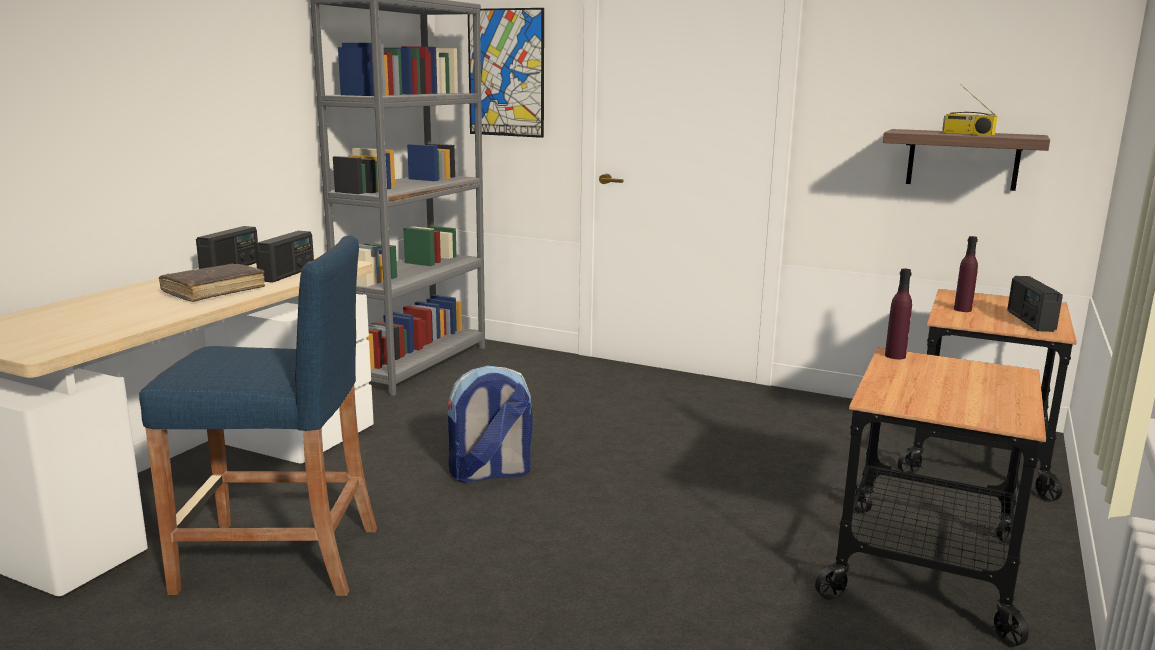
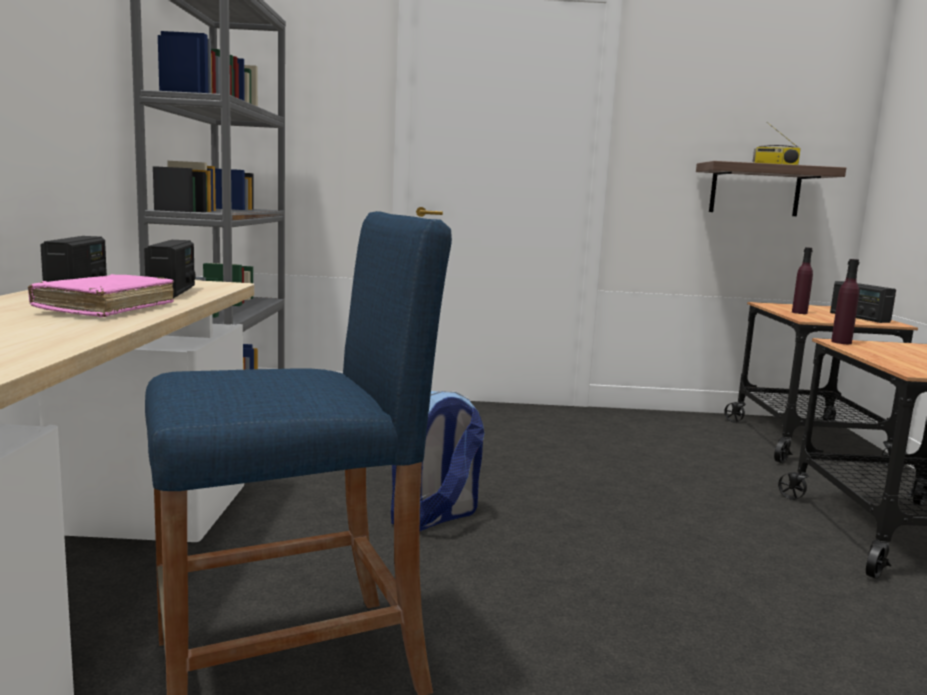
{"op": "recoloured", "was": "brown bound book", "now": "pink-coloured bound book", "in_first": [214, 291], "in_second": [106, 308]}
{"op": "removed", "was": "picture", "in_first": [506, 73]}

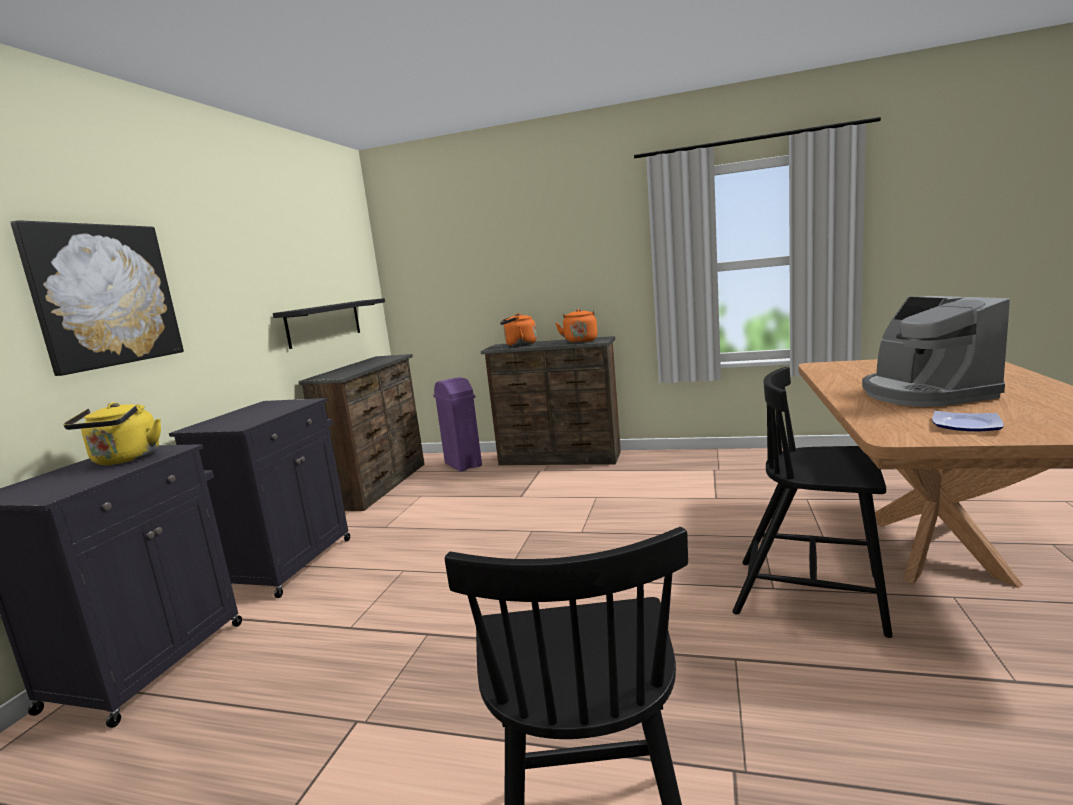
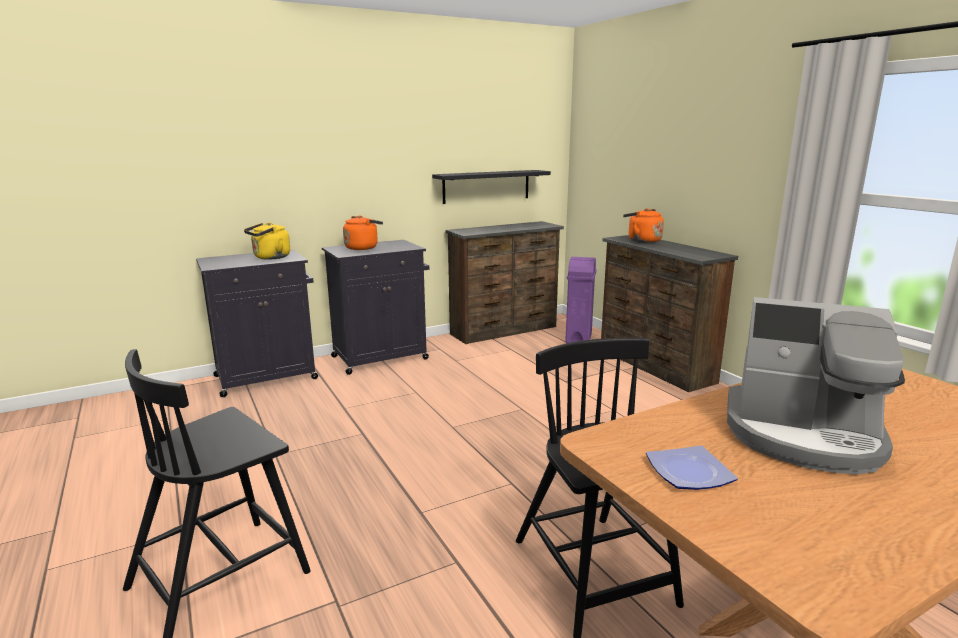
{"op": "removed", "was": "picture", "in_first": [104, 295]}
{"op": "moved", "was": "orange-coloured kettle", "in_first": [580, 341], "in_second": [363, 247]}
{"op": "turned", "was": "coffee maker", "in_first": [924, 394], "in_second": [803, 435], "clockwise": -105}

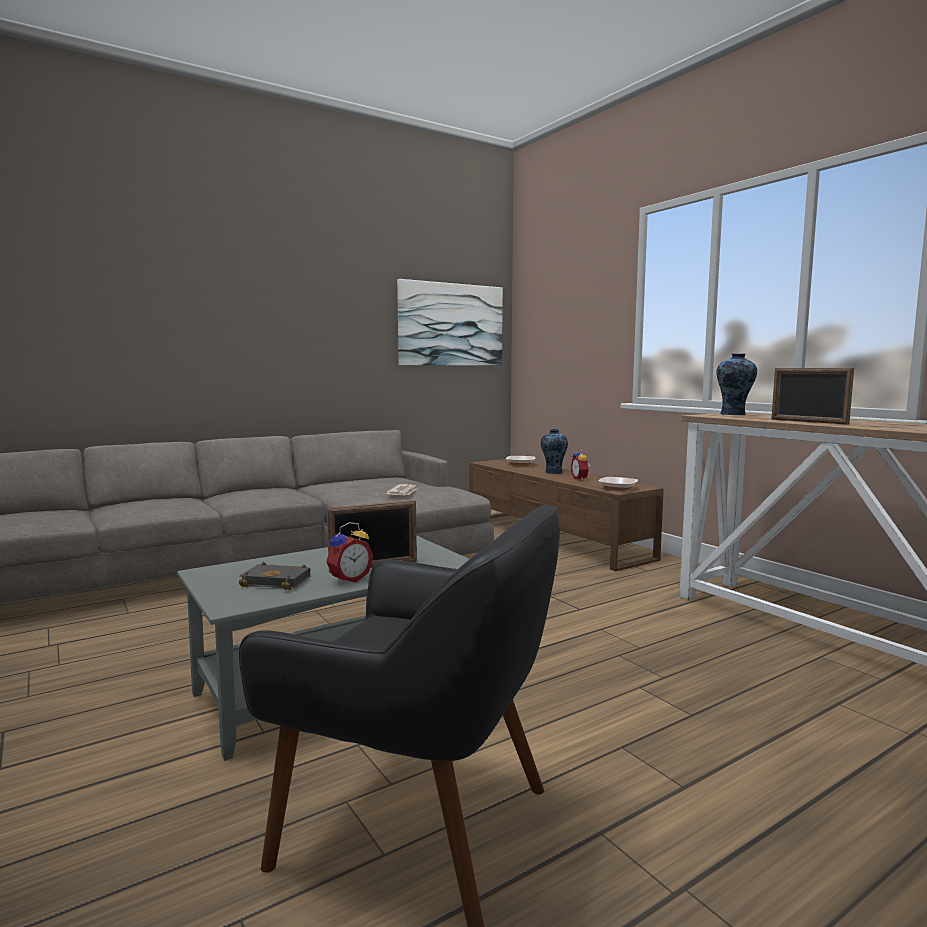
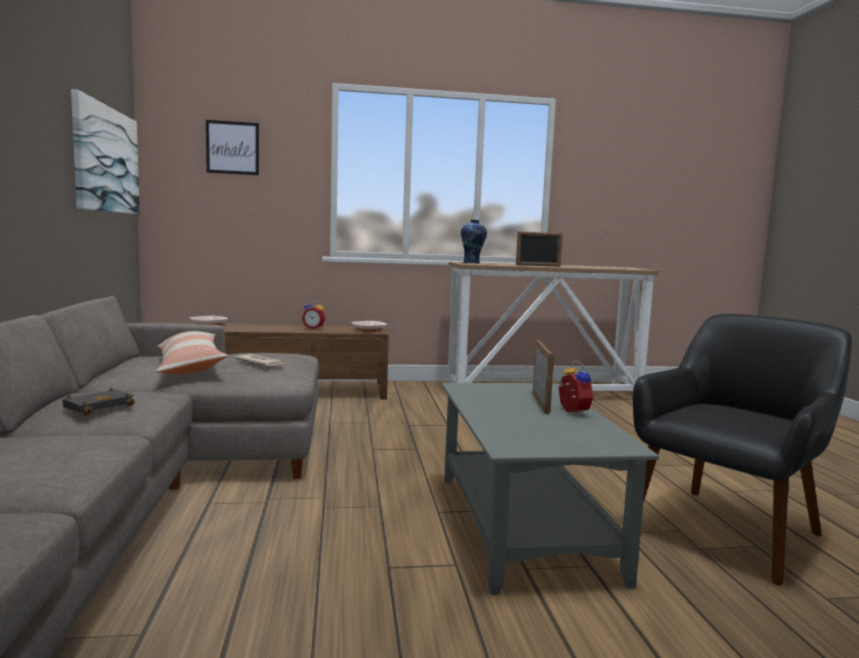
{"op": "moved", "was": "blackish bound book", "in_first": [278, 581], "in_second": [99, 406]}
{"op": "removed", "was": "vase", "in_first": [553, 472]}
{"op": "added", "now": "pillow", "in_second": [189, 366]}
{"op": "added", "now": "picture", "in_second": [232, 148]}

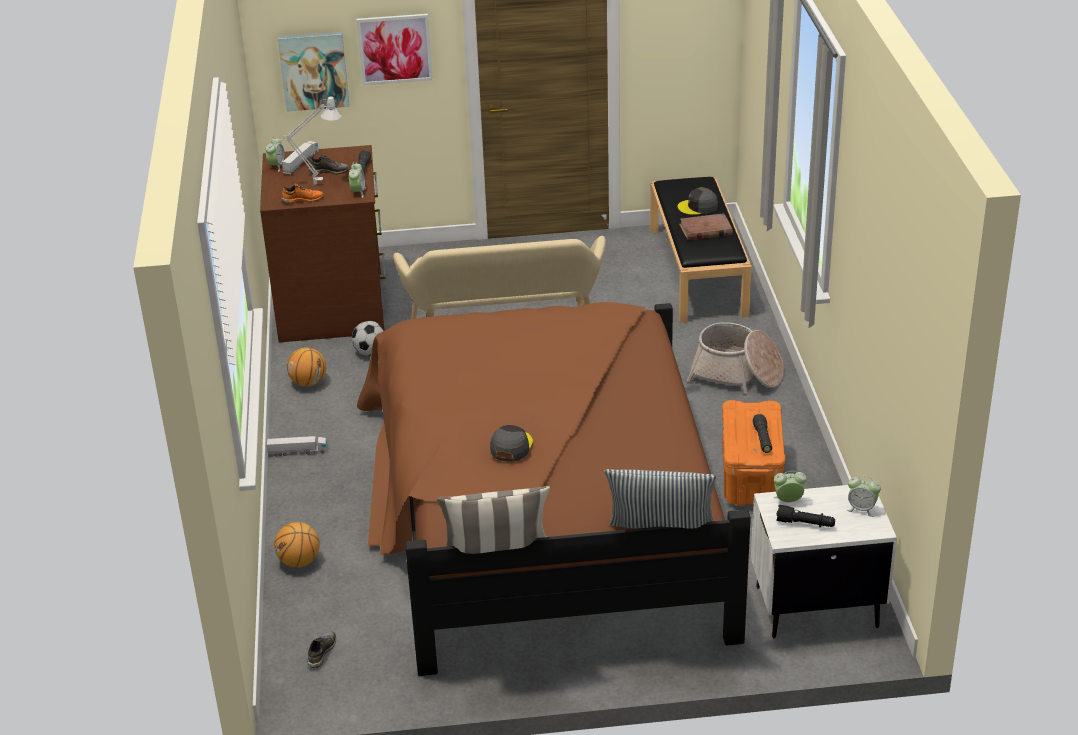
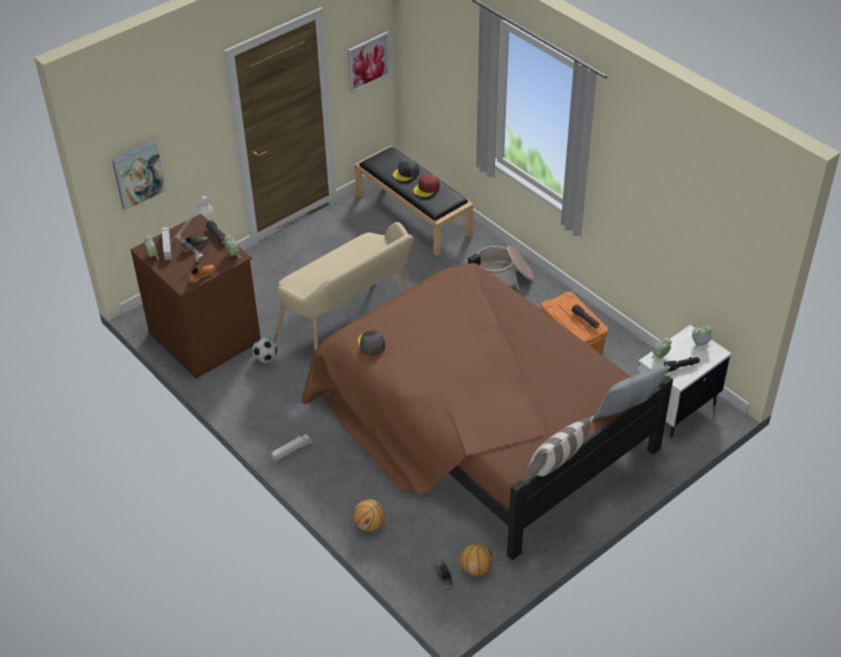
{"op": "moved", "was": "ball for basketball", "in_first": [308, 382], "in_second": [476, 568]}
{"op": "moved", "was": "picture", "in_first": [395, 49], "in_second": [368, 61]}
{"op": "moved", "was": "greyish baseball cap", "in_first": [511, 446], "in_second": [371, 344]}
{"op": "replaced", "was": "brown bound book", "now": "reddish baseball cap", "in_first": [705, 230], "in_second": [426, 188]}

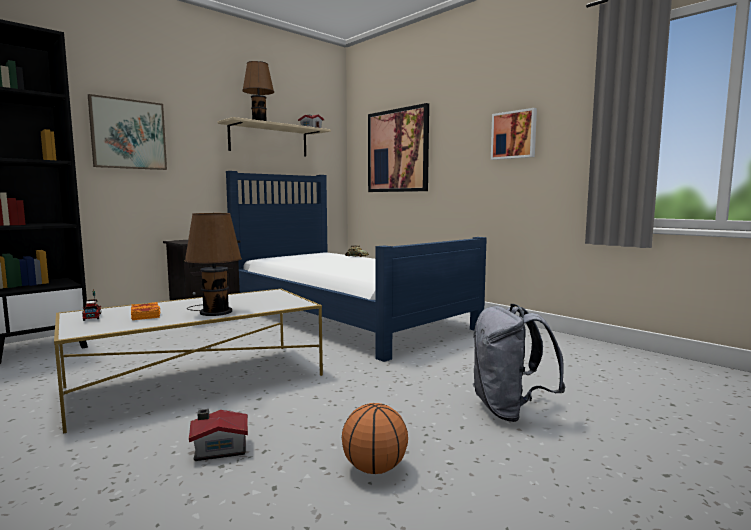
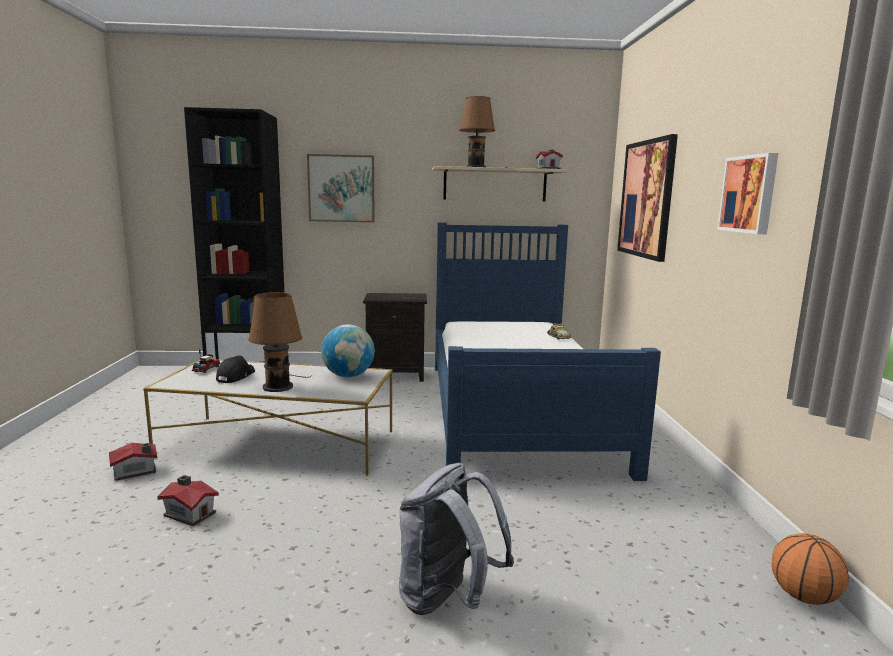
{"op": "replaced", "was": "orange-coloured bound book", "now": "blackish baseball cap", "in_first": [146, 315], "in_second": [235, 376]}
{"op": "moved", "was": "ball for basketball", "in_first": [374, 468], "in_second": [803, 597]}
{"op": "added", "now": "toy house", "in_second": [136, 471]}
{"op": "added", "now": "world globe", "in_second": [348, 376]}

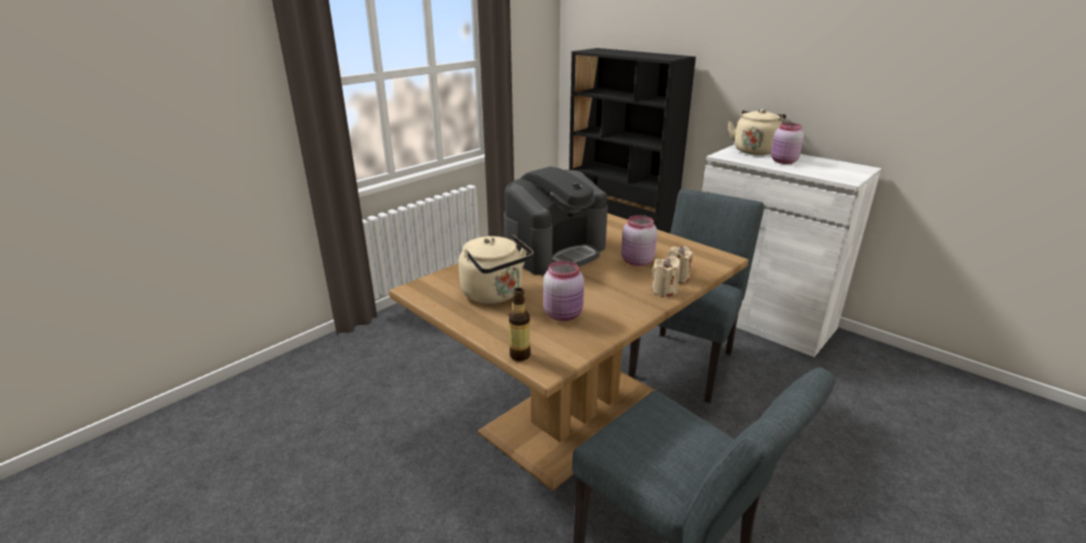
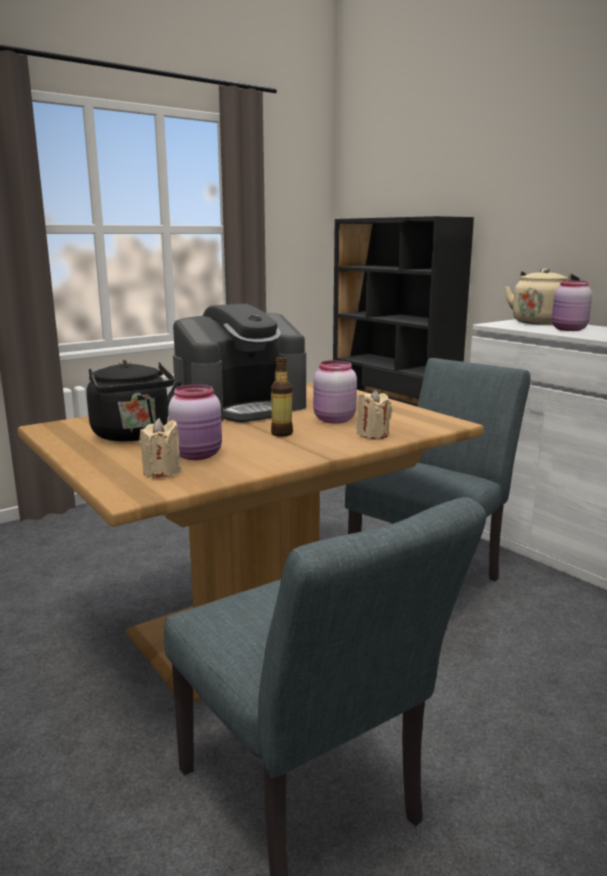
{"op": "recoloured", "was": "sand-coloured kettle", "now": "blackish kettle", "in_first": [495, 294], "in_second": [133, 436]}
{"op": "moved", "was": "drink bottle", "in_first": [520, 355], "in_second": [281, 433]}
{"op": "moved", "was": "sand-coloured candle", "in_first": [664, 290], "in_second": [162, 472]}

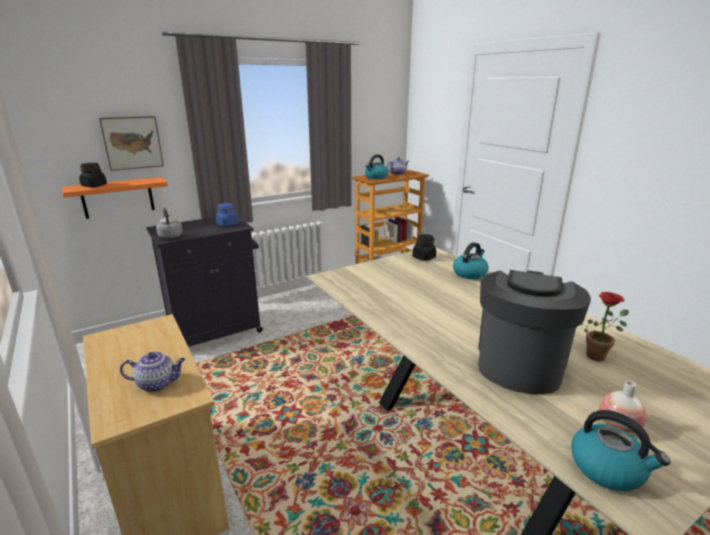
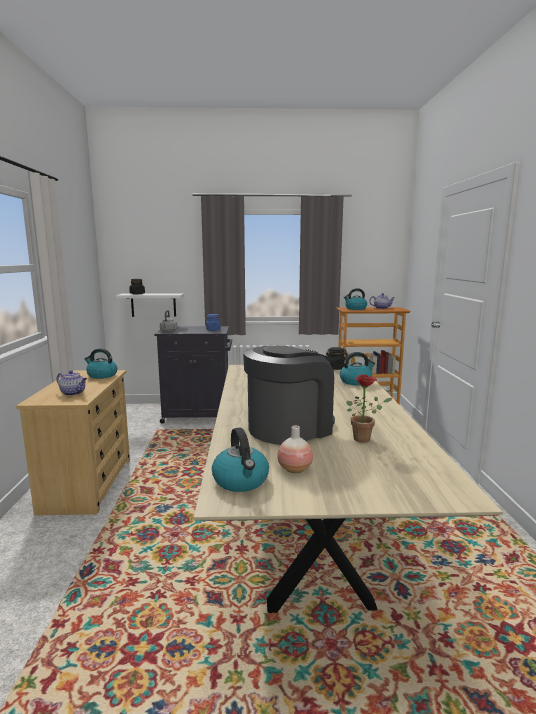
{"op": "recoloured", "was": "orange-coloured bracket shelf", "now": "white-coloured bracket shelf", "in_first": [118, 197], "in_second": [153, 305]}
{"op": "removed", "was": "picture", "in_first": [132, 142]}
{"op": "added", "now": "kettle", "in_second": [101, 375]}

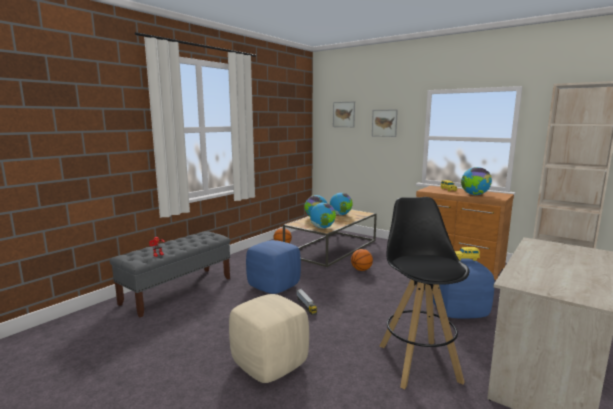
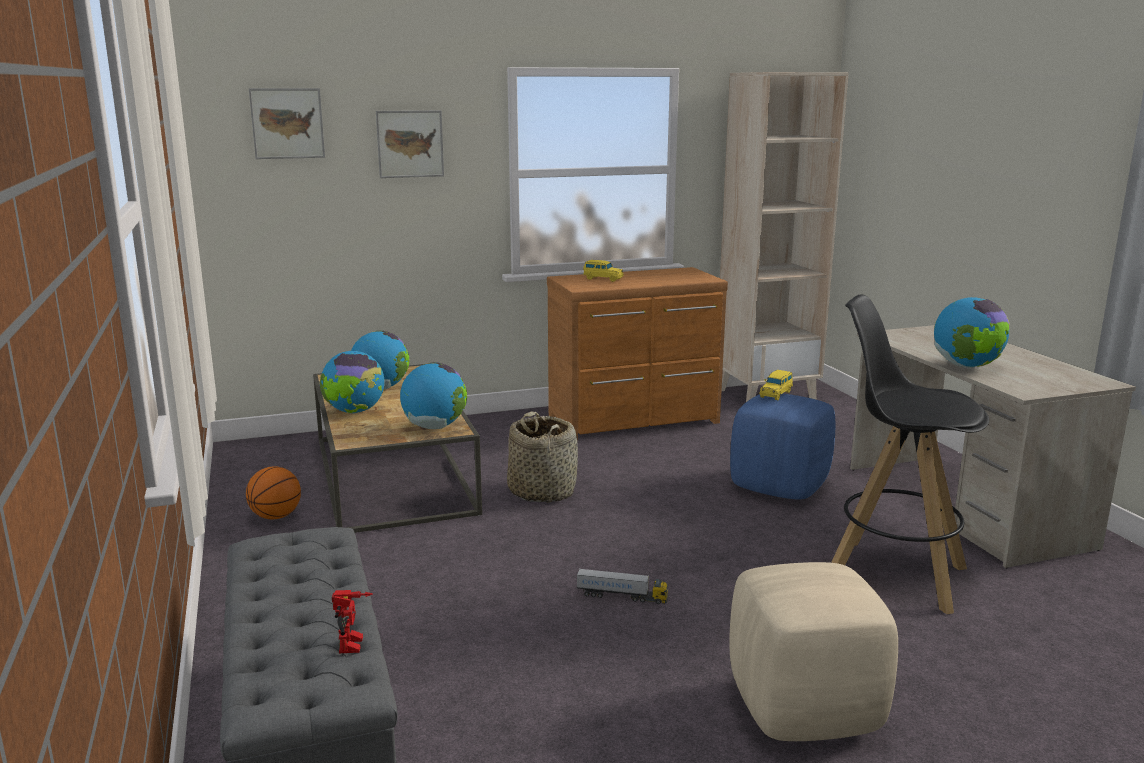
{"op": "removed", "was": "blue-coloured ottoman", "in_first": [274, 287]}
{"op": "replaced", "was": "ball for basketball", "now": "storage basket", "in_first": [361, 270], "in_second": [542, 491]}
{"op": "moved", "was": "world globe", "in_first": [474, 195], "in_second": [966, 366]}

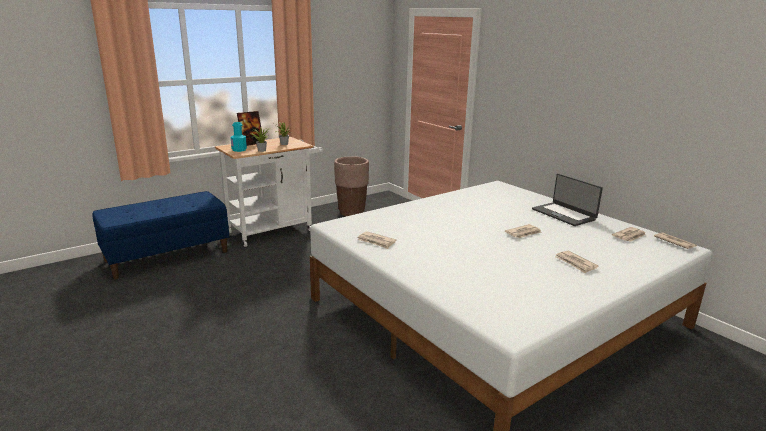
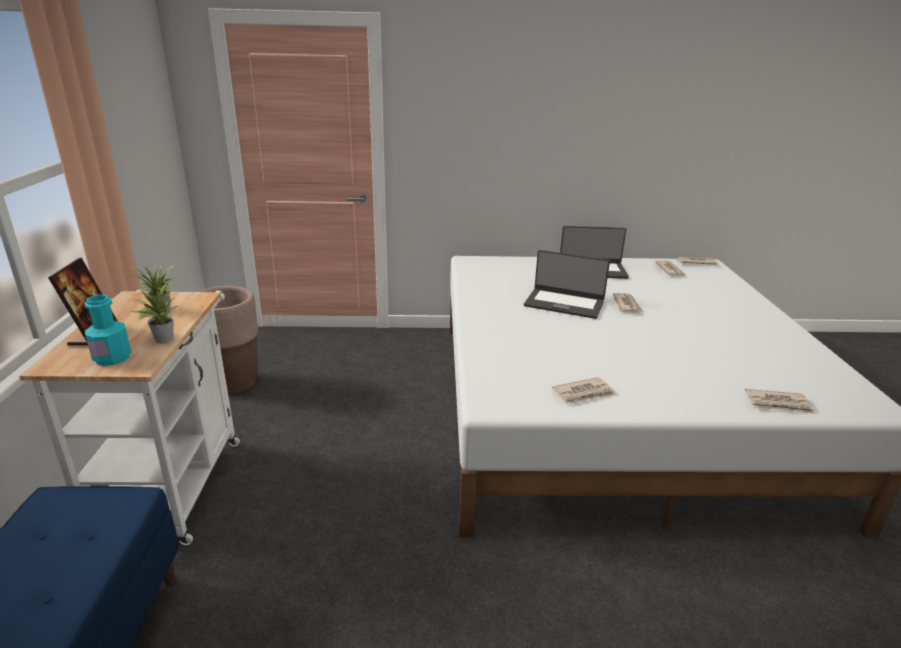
{"op": "moved", "was": "printed paper", "in_first": [575, 263], "in_second": [778, 404]}
{"op": "added", "now": "portable computer", "in_second": [564, 303]}

